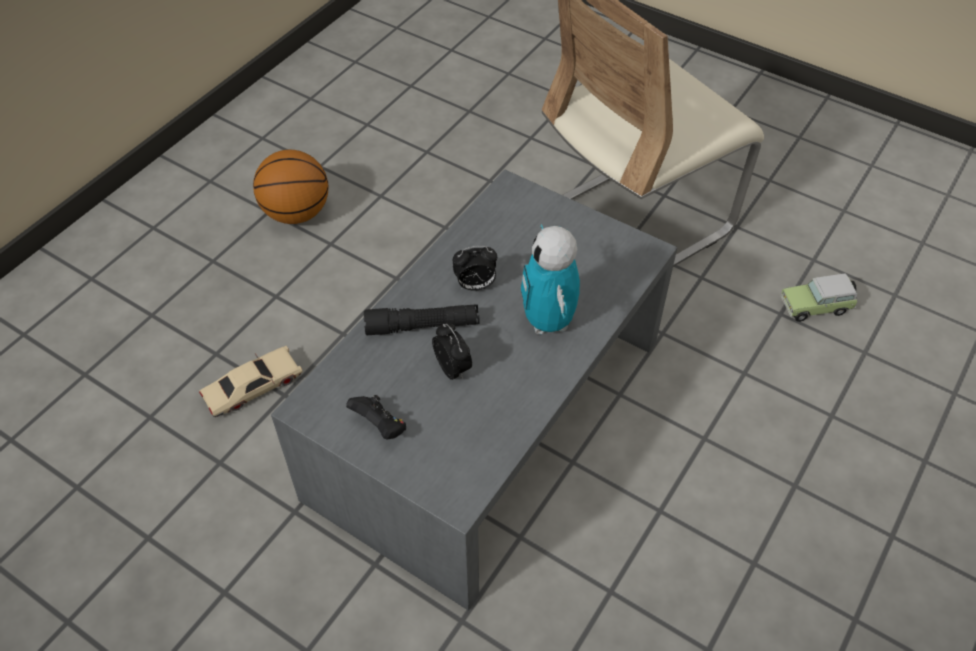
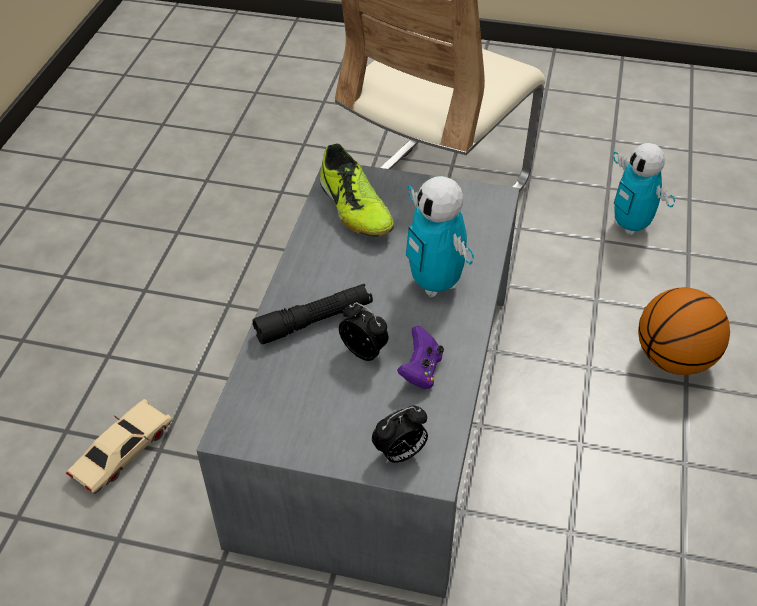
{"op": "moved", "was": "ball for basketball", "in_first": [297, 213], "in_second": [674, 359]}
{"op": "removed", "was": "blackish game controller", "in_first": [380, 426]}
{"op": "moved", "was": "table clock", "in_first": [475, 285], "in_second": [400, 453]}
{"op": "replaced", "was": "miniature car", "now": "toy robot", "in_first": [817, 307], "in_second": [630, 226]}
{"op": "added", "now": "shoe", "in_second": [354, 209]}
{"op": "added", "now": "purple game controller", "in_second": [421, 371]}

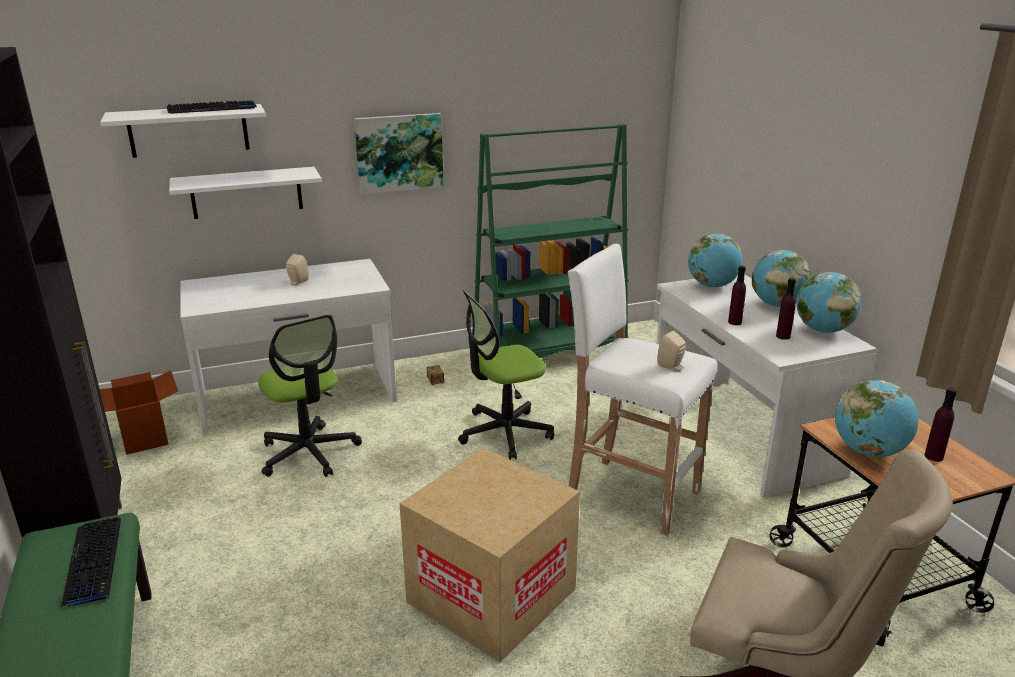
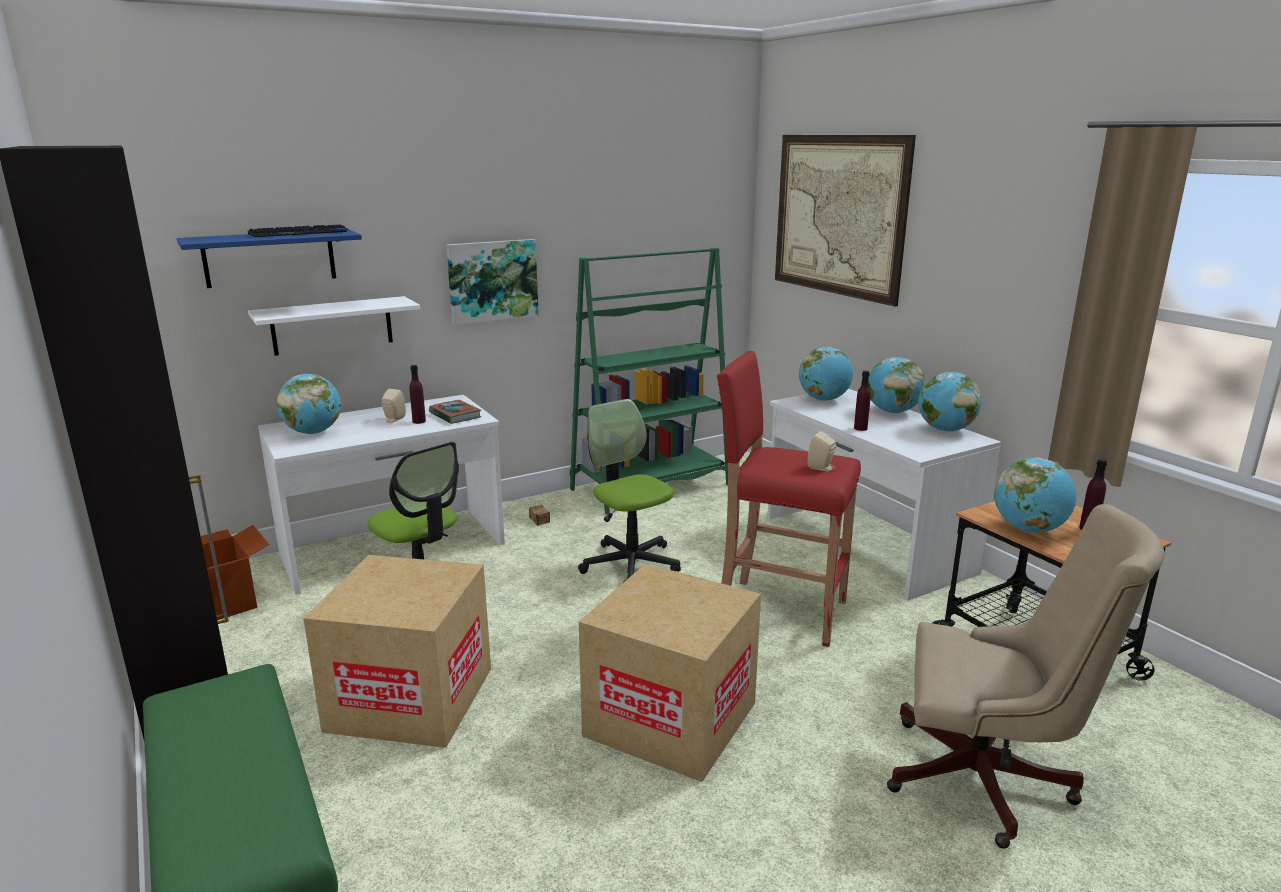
{"op": "removed", "was": "keyboard", "in_first": [93, 562]}
{"op": "recoloured", "was": "white-coloured bracket shelf", "now": "blue-coloured bracket shelf", "in_first": [188, 130], "in_second": [270, 258]}
{"op": "turned", "was": "desk chair", "in_first": [504, 433], "in_second": [630, 564], "clockwise": 90}
{"op": "recoloured", "was": "white-coloured sitting stool", "now": "reddish sitting stool", "in_first": [630, 495], "in_second": [779, 610]}
{"op": "moved", "was": "purple drink bottle", "in_first": [783, 336], "in_second": [419, 421]}
{"op": "added", "now": "world globe", "in_second": [313, 432]}
{"op": "added", "now": "cardboard box", "in_second": [411, 699]}
{"op": "added", "now": "bound book", "in_second": [455, 415]}
{"op": "added", "now": "picture", "in_second": [838, 215]}

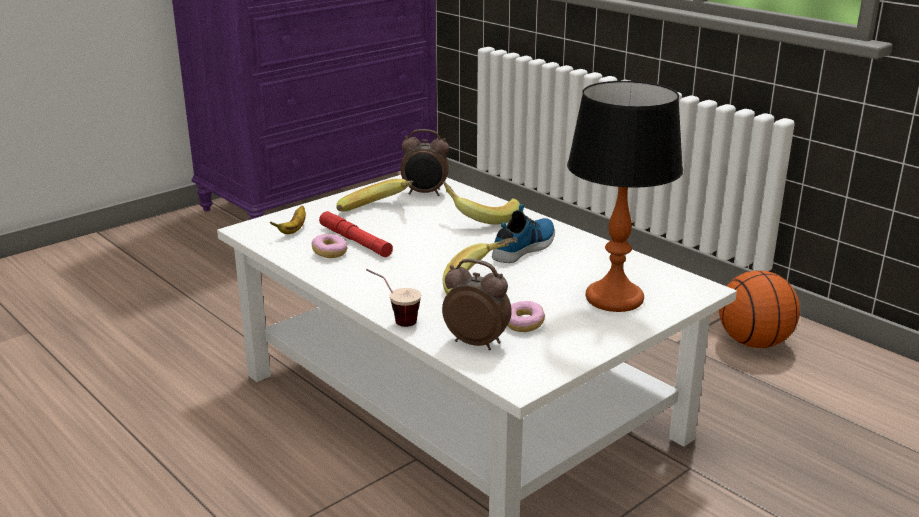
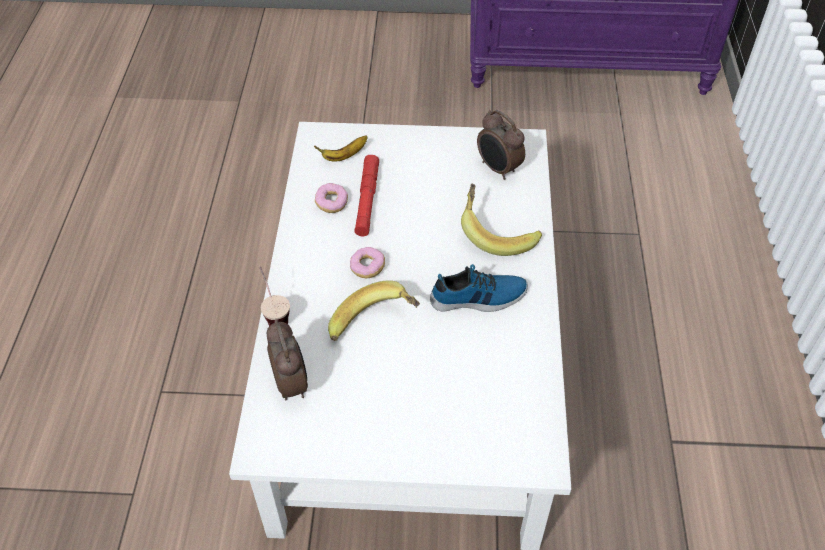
{"op": "removed", "was": "whole banana", "in_first": [378, 212]}
{"op": "moved", "was": "ring doughnut", "in_first": [523, 324], "in_second": [367, 268]}
{"op": "removed", "was": "lamp for a table", "in_first": [614, 299]}
{"op": "removed", "was": "ball for basketball", "in_first": [753, 343]}

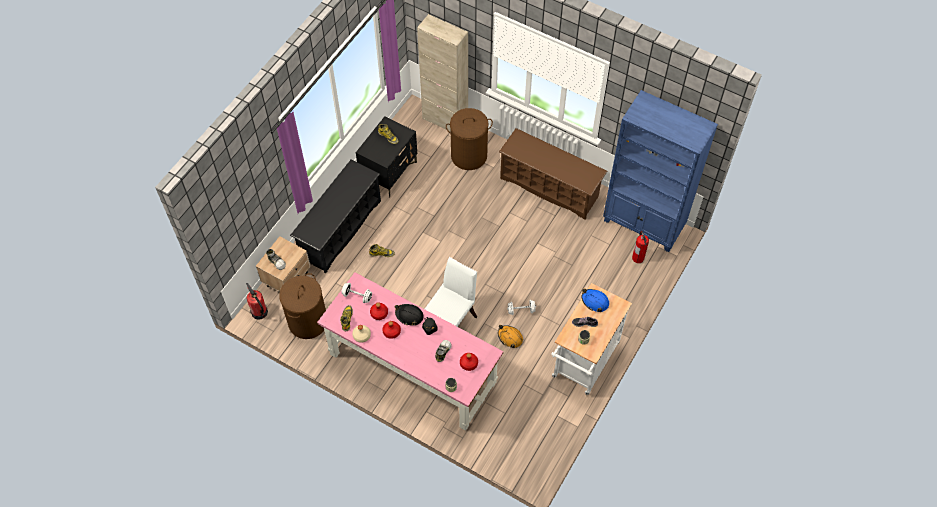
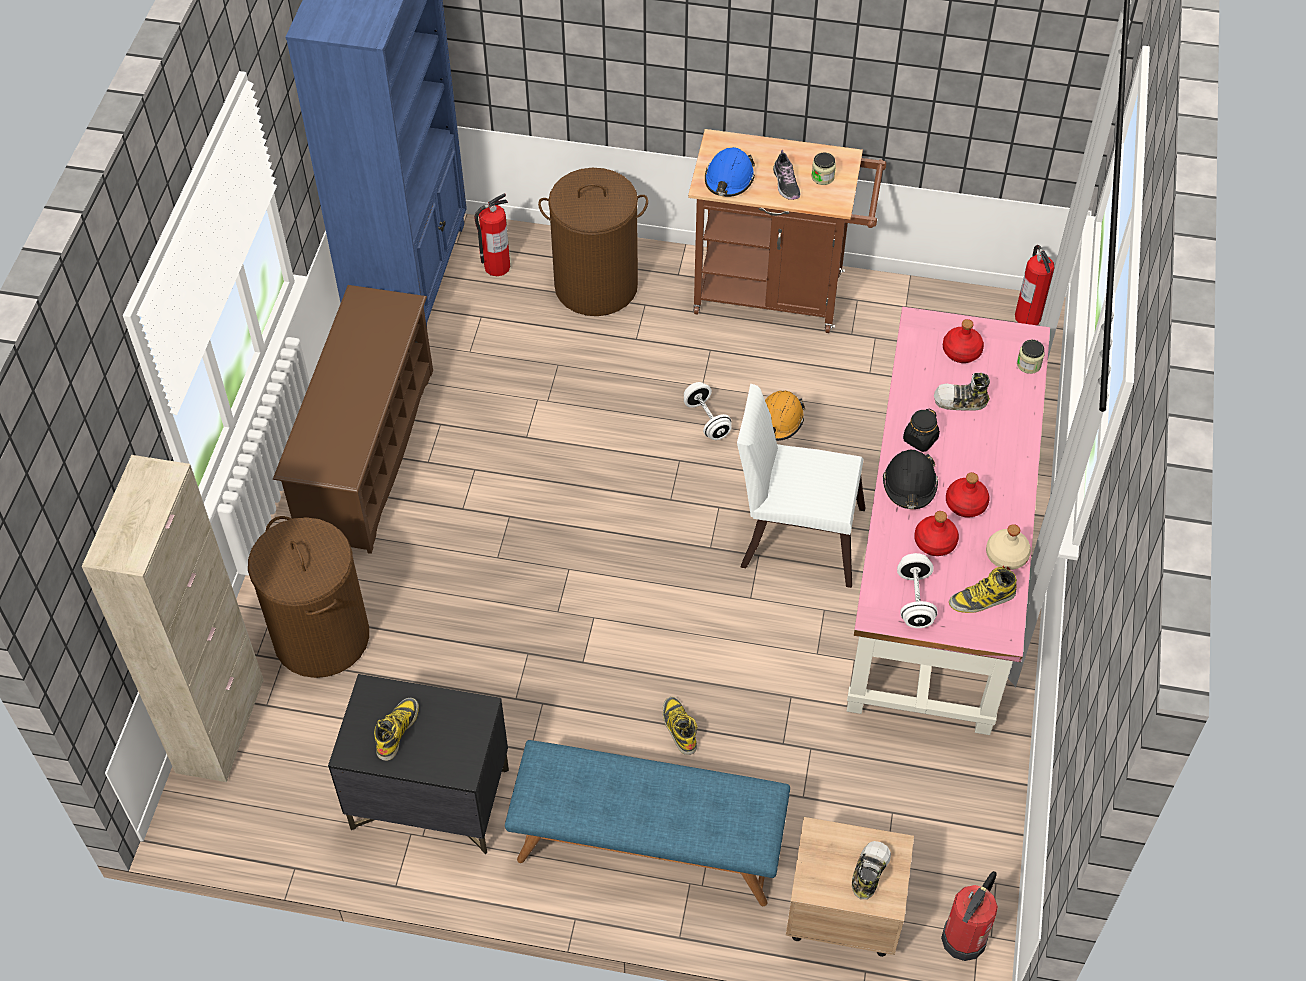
{"op": "moved", "was": "brown washing basket", "in_first": [308, 322], "in_second": [596, 286]}
{"op": "replaced", "was": "blackish shoe rack", "now": "blue-coloured long seat", "in_first": [340, 229], "in_second": [648, 847]}
{"op": "recoloured", "was": "white-coloured trolley", "now": "brown trolley", "in_first": [583, 364], "in_second": [778, 294]}
{"op": "added", "now": "fire-fighting cylinder", "in_second": [1027, 316]}

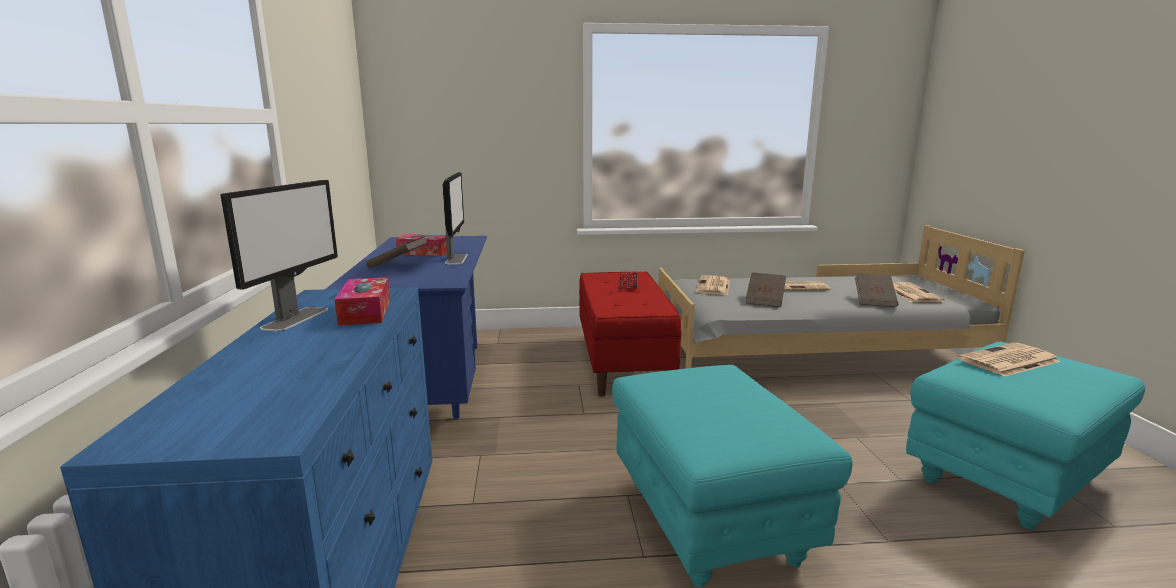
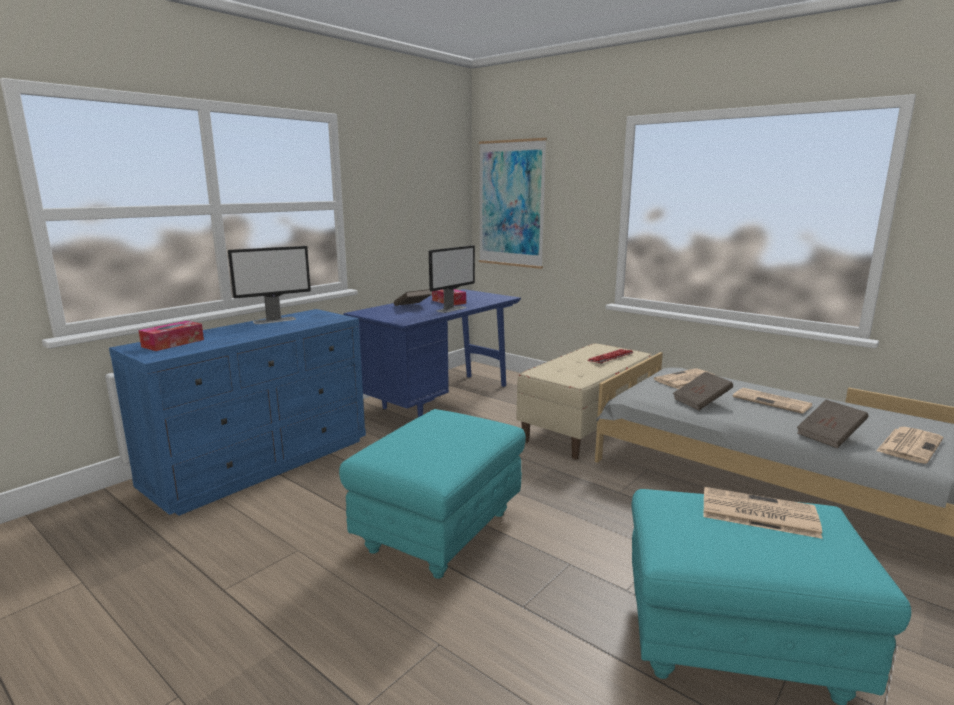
{"op": "moved", "was": "tissue holder", "in_first": [365, 312], "in_second": [173, 343]}
{"op": "recoloured", "was": "reddish long seat", "now": "sand-coloured long seat", "in_first": [623, 362], "in_second": [586, 427]}
{"op": "added", "now": "picture", "in_second": [511, 204]}

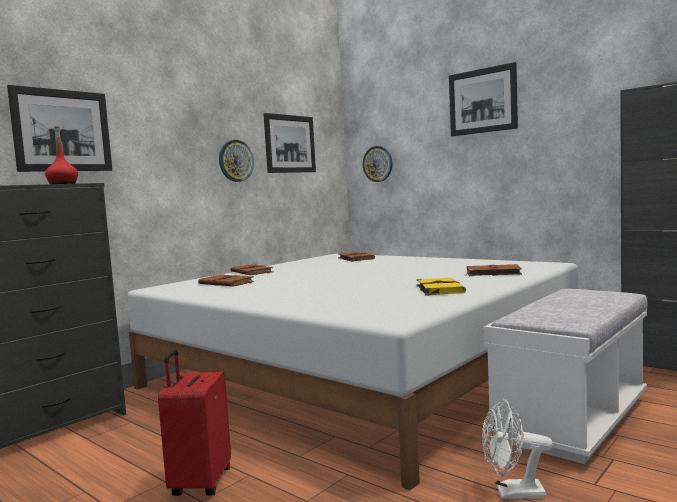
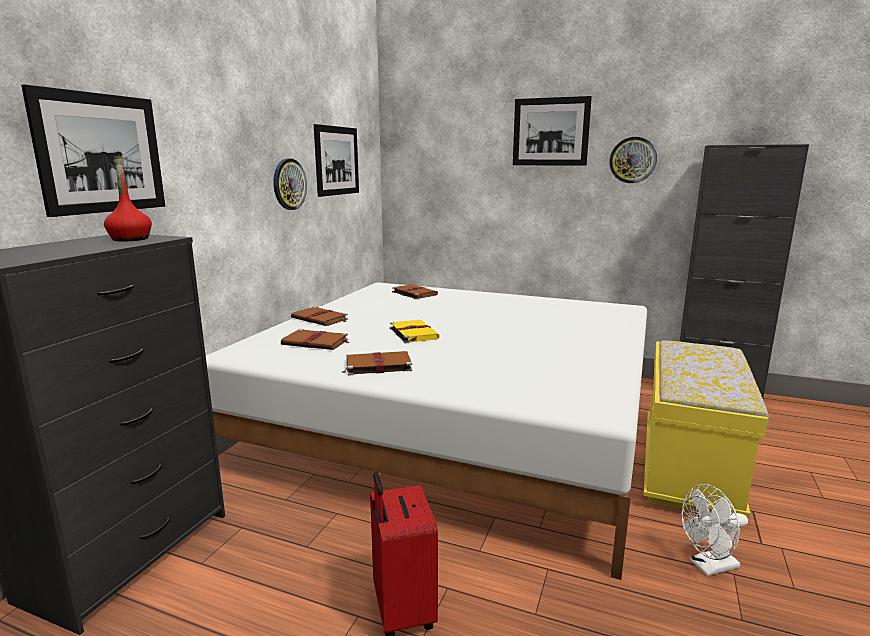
{"op": "moved", "was": "wall clock", "in_first": [378, 164], "in_second": [632, 160]}
{"op": "moved", "was": "yellow bound book", "in_first": [439, 289], "in_second": [413, 333]}
{"op": "moved", "was": "brown bound book", "in_first": [492, 273], "in_second": [377, 365]}
{"op": "recoloured", "was": "white-coloured long seat", "now": "yellow long seat", "in_first": [572, 420], "in_second": [688, 468]}

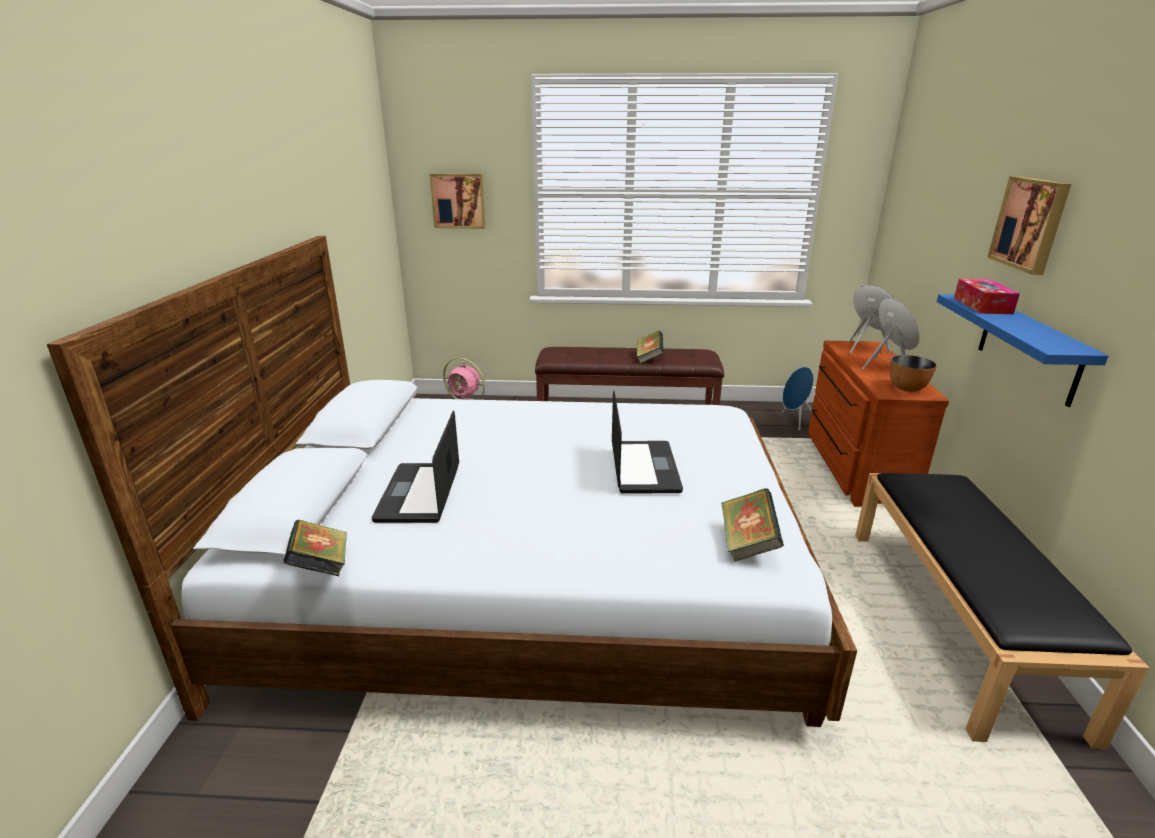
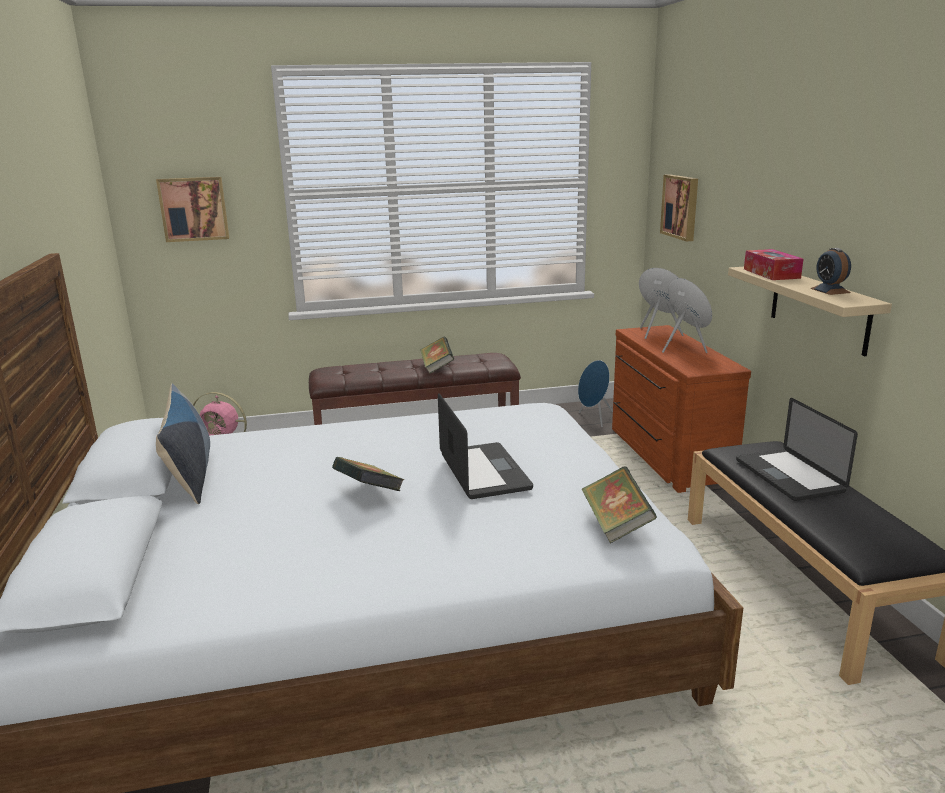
{"op": "moved", "was": "bound book", "in_first": [321, 567], "in_second": [369, 493]}
{"op": "moved", "was": "portable computer", "in_first": [419, 494], "in_second": [788, 476]}
{"op": "removed", "was": "deep dish", "in_first": [907, 388]}
{"op": "recoloured", "was": "blue-coloured bracket shelf", "now": "sand-coloured bracket shelf", "in_first": [1028, 348], "in_second": [819, 308]}
{"op": "moved", "was": "picture", "in_first": [1031, 224], "in_second": [681, 207]}
{"op": "added", "now": "pillow", "in_second": [190, 472]}
{"op": "added", "now": "table clock", "in_second": [830, 290]}

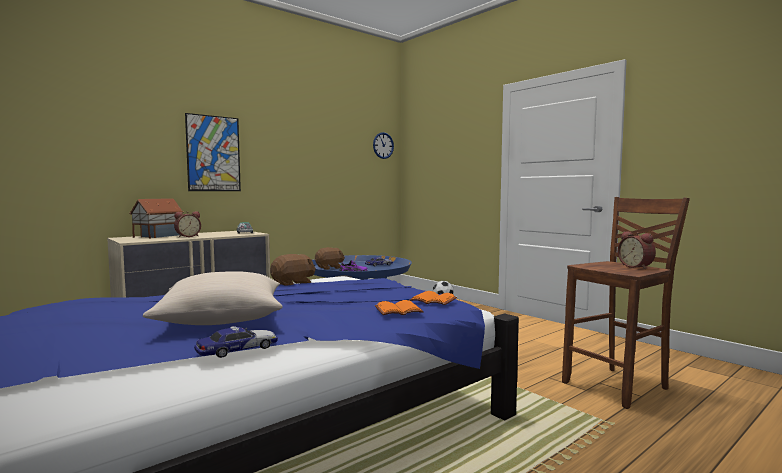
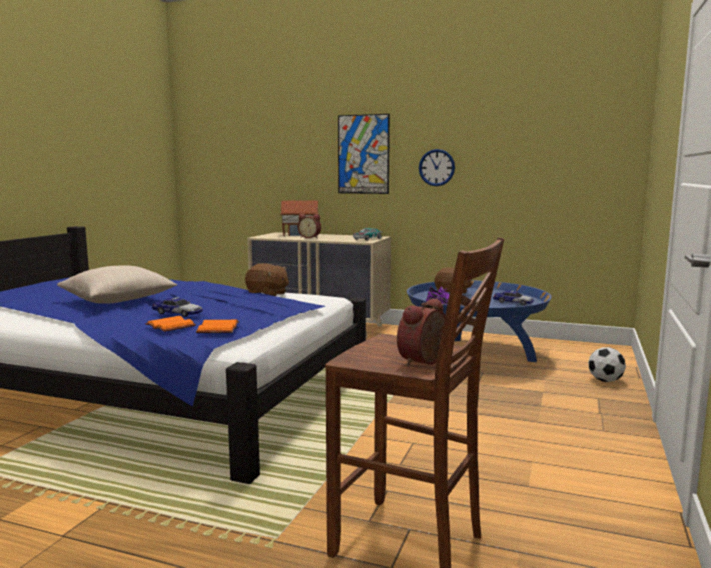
{"op": "moved", "was": "miniature car", "in_first": [238, 349], "in_second": [177, 313]}
{"op": "moved", "was": "wall clock", "in_first": [383, 145], "in_second": [436, 167]}

